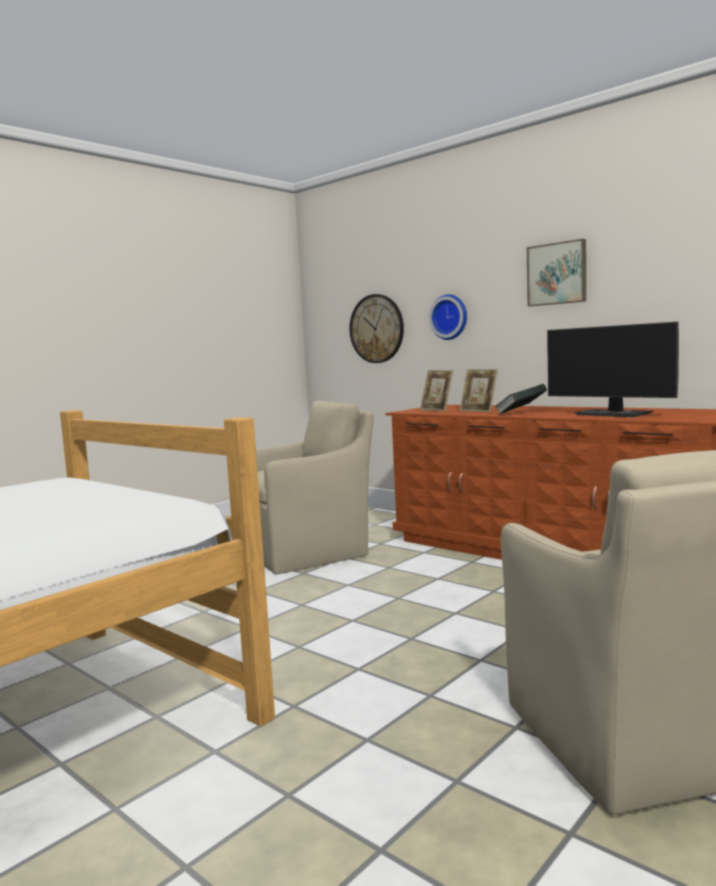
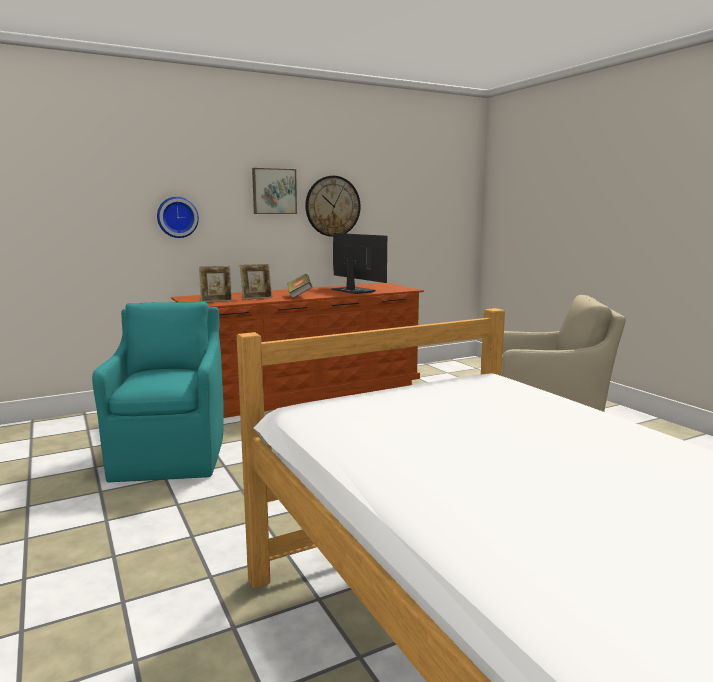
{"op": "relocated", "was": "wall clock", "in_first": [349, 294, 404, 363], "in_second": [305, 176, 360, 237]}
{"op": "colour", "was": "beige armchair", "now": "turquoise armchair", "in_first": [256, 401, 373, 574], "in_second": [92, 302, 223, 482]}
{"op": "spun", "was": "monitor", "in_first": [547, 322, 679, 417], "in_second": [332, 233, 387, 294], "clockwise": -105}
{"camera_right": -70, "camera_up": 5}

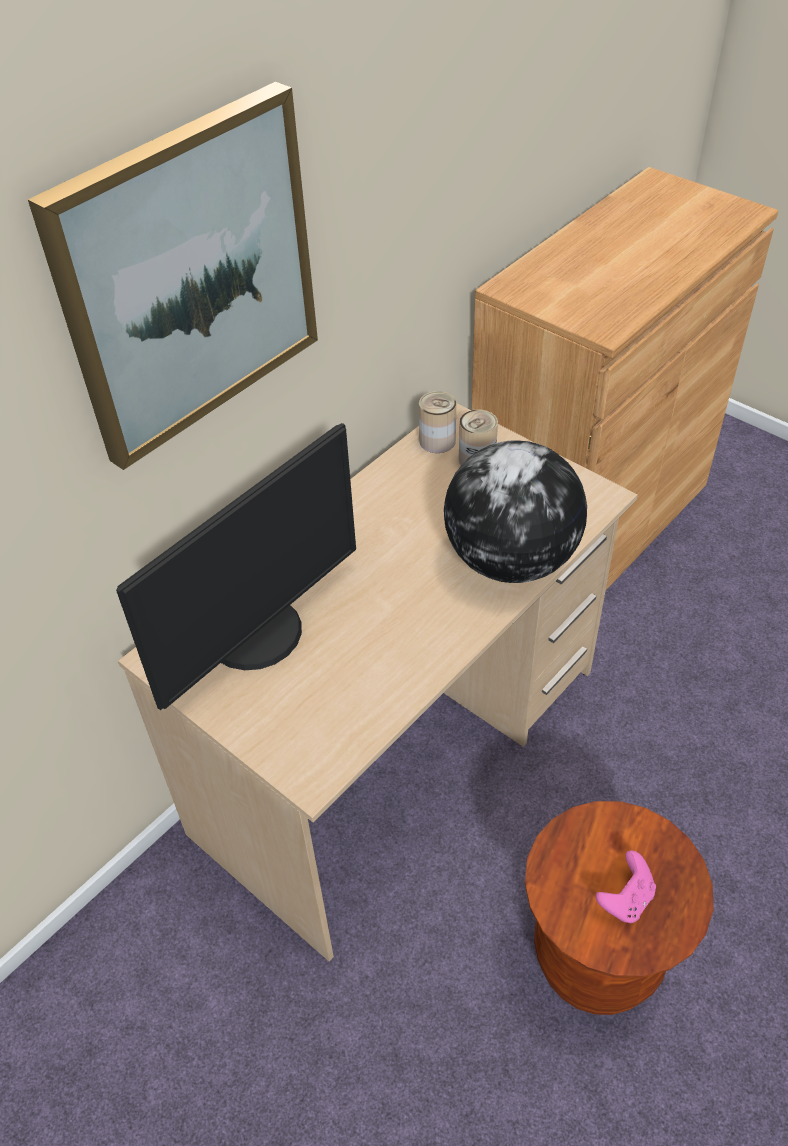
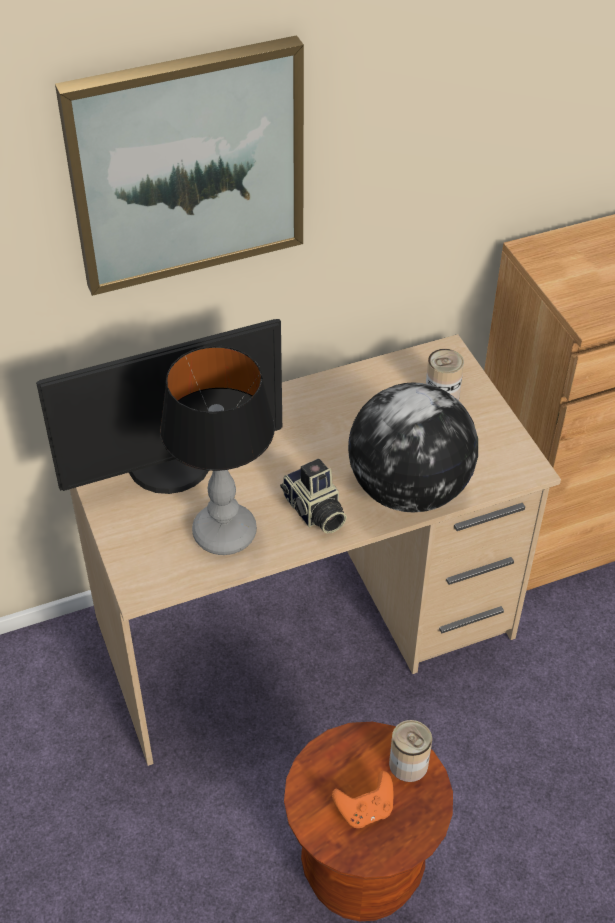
{"op": "appeared", "now": "table lamp", "in_second": [160, 346, 275, 555]}
{"op": "appeared", "now": "photo camera", "in_second": [280, 459, 347, 534]}
{"op": "relocated", "was": "can", "in_first": [419, 391, 456, 453], "in_second": [389, 720, 432, 782]}
{"op": "colour", "was": "pink game controller", "now": "orange game controller", "in_first": [596, 850, 656, 923], "in_second": [332, 771, 394, 828]}
{"camera_right": 25, "camera_up": 0}

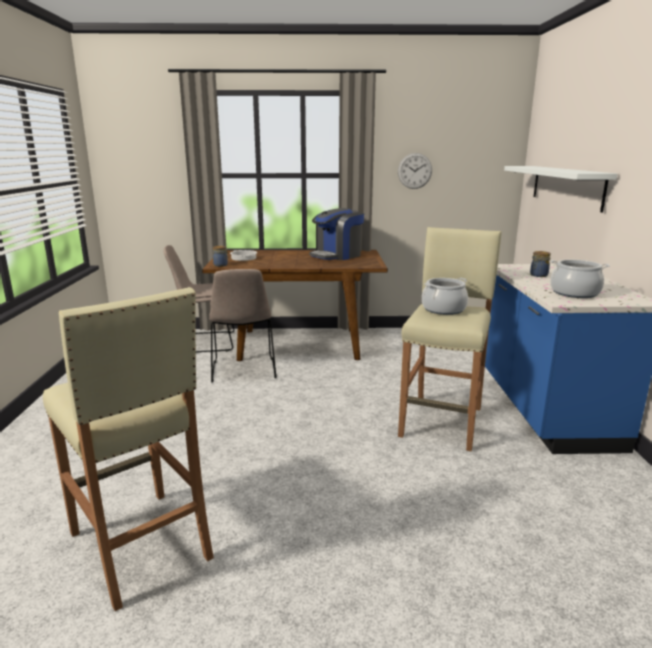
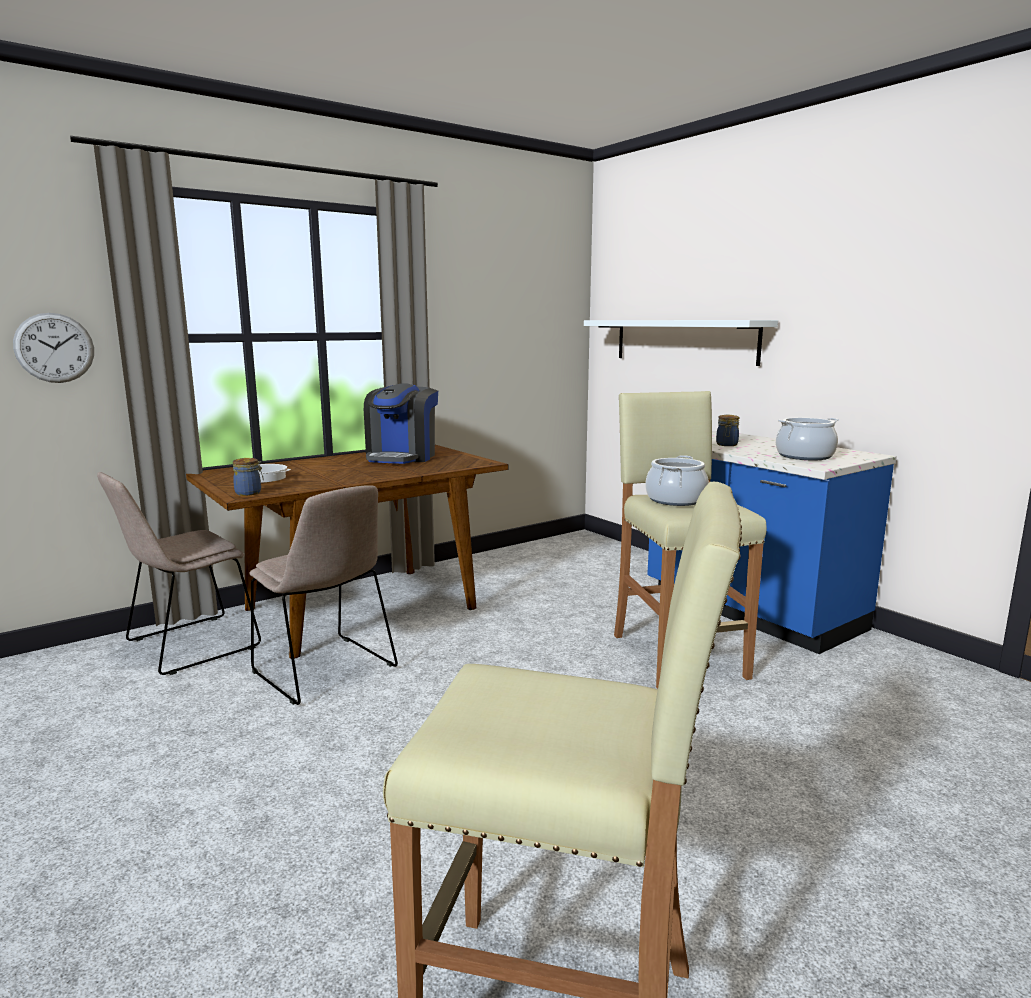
{"op": "relocated", "was": "wall clock", "in_first": [398, 153, 432, 189], "in_second": [13, 313, 94, 383]}
{"camera_right": -35, "camera_up": -5}

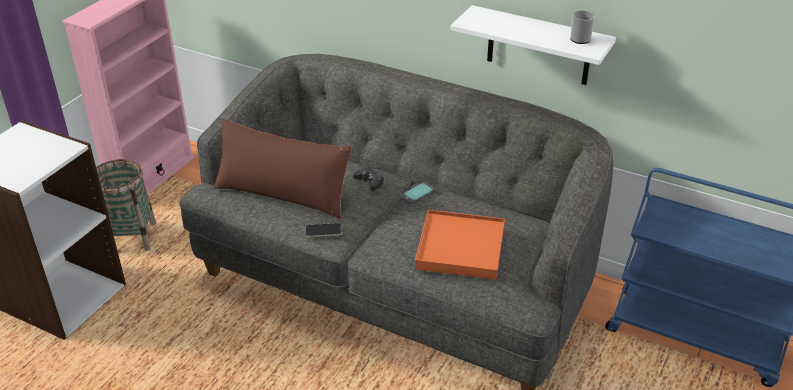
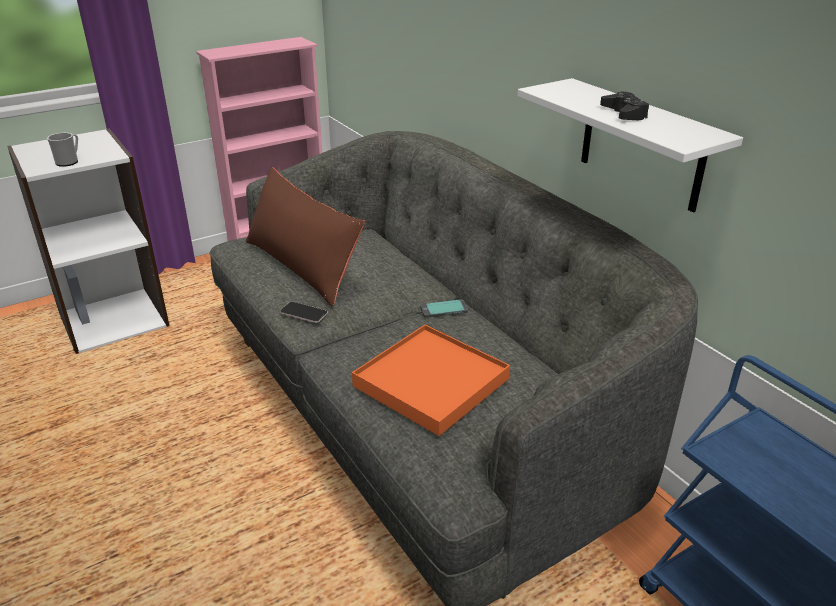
{"op": "missing", "was": "basket", "in_first": [96, 159, 156, 251]}
{"op": "relocated", "was": "black game controller", "in_first": [353, 167, 384, 191], "in_second": [600, 91, 649, 120]}
{"op": "relocated", "was": "mug", "in_first": [570, 10, 595, 44], "in_second": [47, 133, 78, 167]}
{"camera_right": 30, "camera_up": -5}

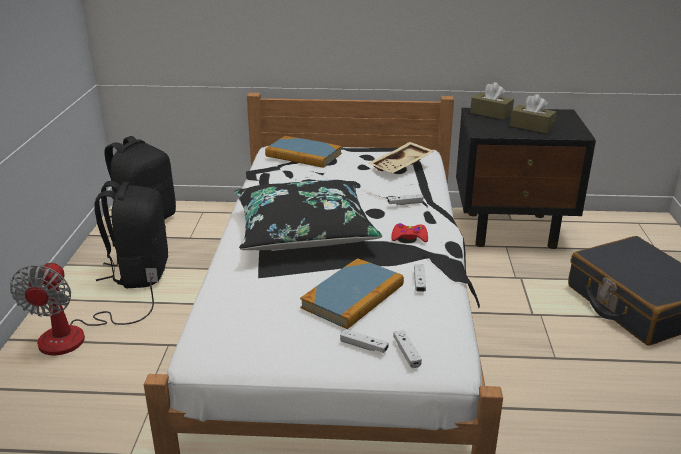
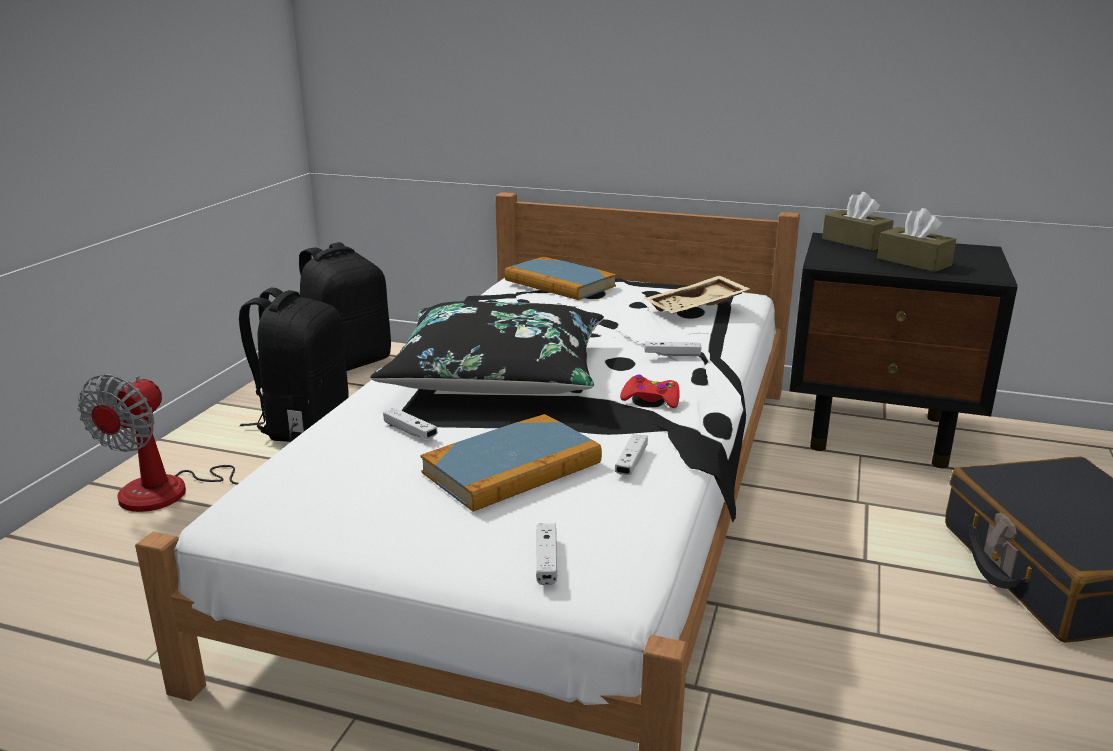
{"op": "relocated", "was": "white game controller", "in_first": [340, 329, 389, 353], "in_second": [383, 408, 438, 439]}
{"camera_right": 15, "camera_up": -5}

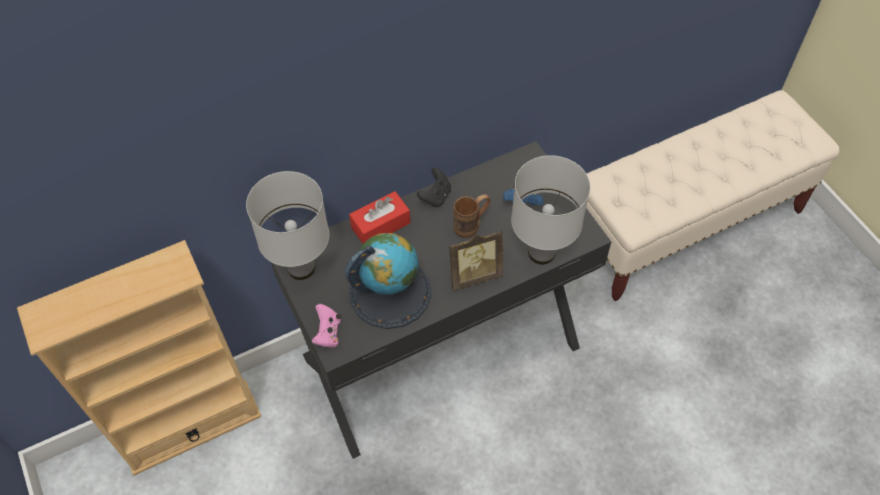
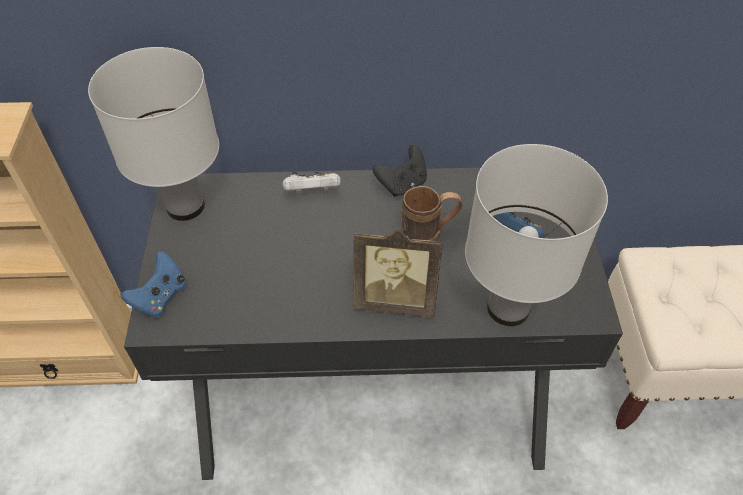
{"op": "missing", "was": "globe", "in_first": [345, 233, 432, 329]}
{"op": "exchanged", "was": "red tissue box", "now": "white game controller", "in_first": [349, 191, 410, 244], "in_second": [283, 172, 341, 194]}
{"op": "colour", "was": "pink game controller", "now": "blue game controller", "in_first": [312, 304, 341, 347], "in_second": [120, 251, 186, 318]}
{"camera_right": 25, "camera_up": -5}

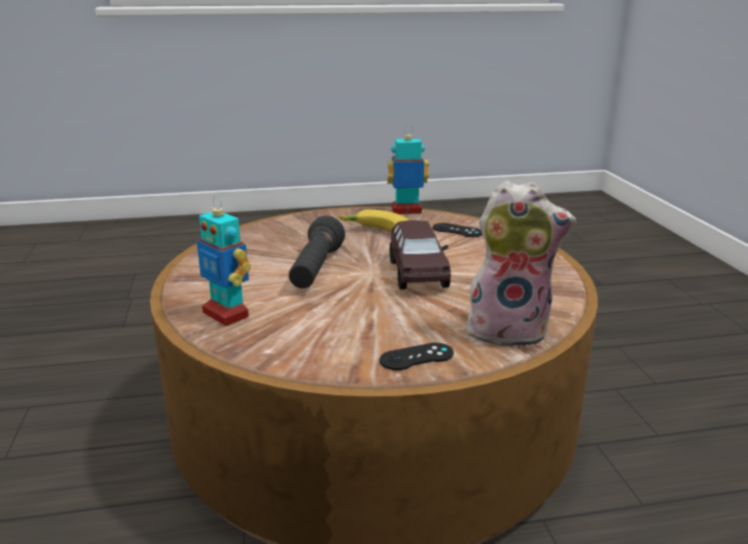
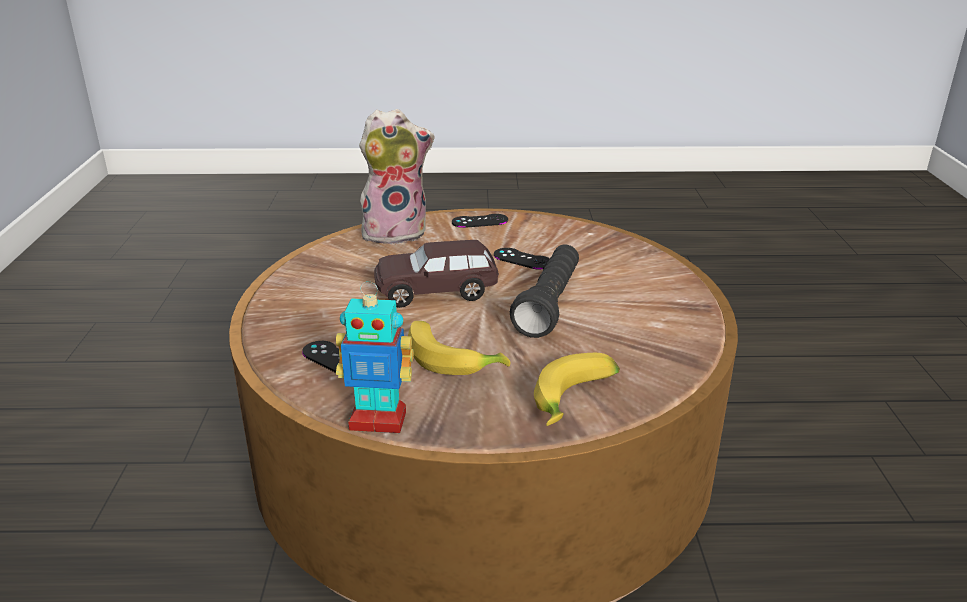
{"op": "missing", "was": "toy robot", "in_first": [197, 196, 251, 326]}
{"op": "appeared", "now": "black game controller", "in_second": [494, 248, 550, 270]}
{"op": "appeared", "now": "banana", "in_second": [534, 353, 620, 426]}
{"op": "spun", "was": "brown toy car", "in_first": [390, 220, 451, 290], "in_second": [374, 240, 499, 308], "clockwise": -105}
{"op": "spun", "was": "plush toy", "in_first": [465, 180, 576, 347], "in_second": [359, 109, 435, 244], "clockwise": 150}
{"camera_right": -170, "camera_up": 5}

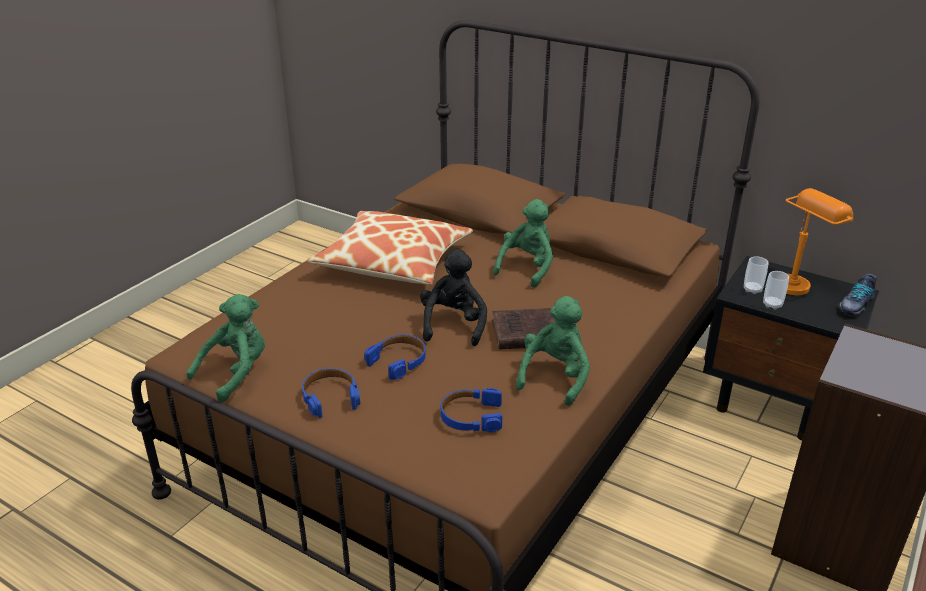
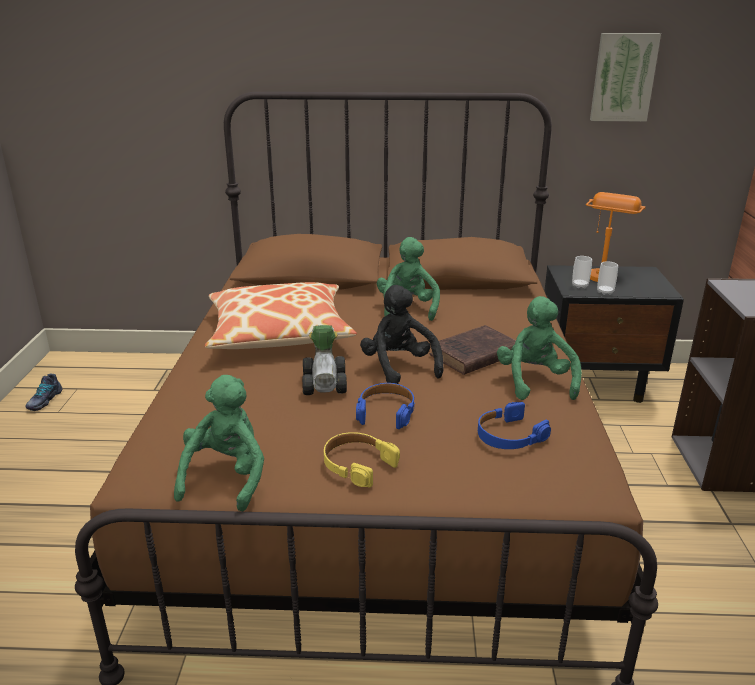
{"op": "appeared", "now": "toy car", "in_second": [302, 325, 347, 395]}
{"op": "appeared", "now": "picture", "in_second": [590, 33, 661, 121]}
{"op": "relocated", "was": "shoe", "in_first": [838, 274, 877, 317], "in_second": [26, 374, 62, 411]}
{"op": "colour", "was": "blue headphones", "now": "yellow headphones", "in_first": [302, 368, 360, 418], "in_second": [324, 432, 400, 488]}
{"camera_right": -30, "camera_up": -5}

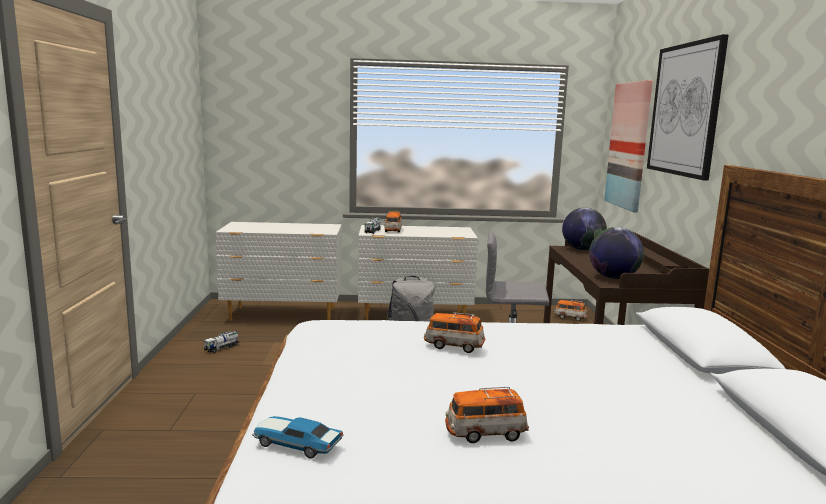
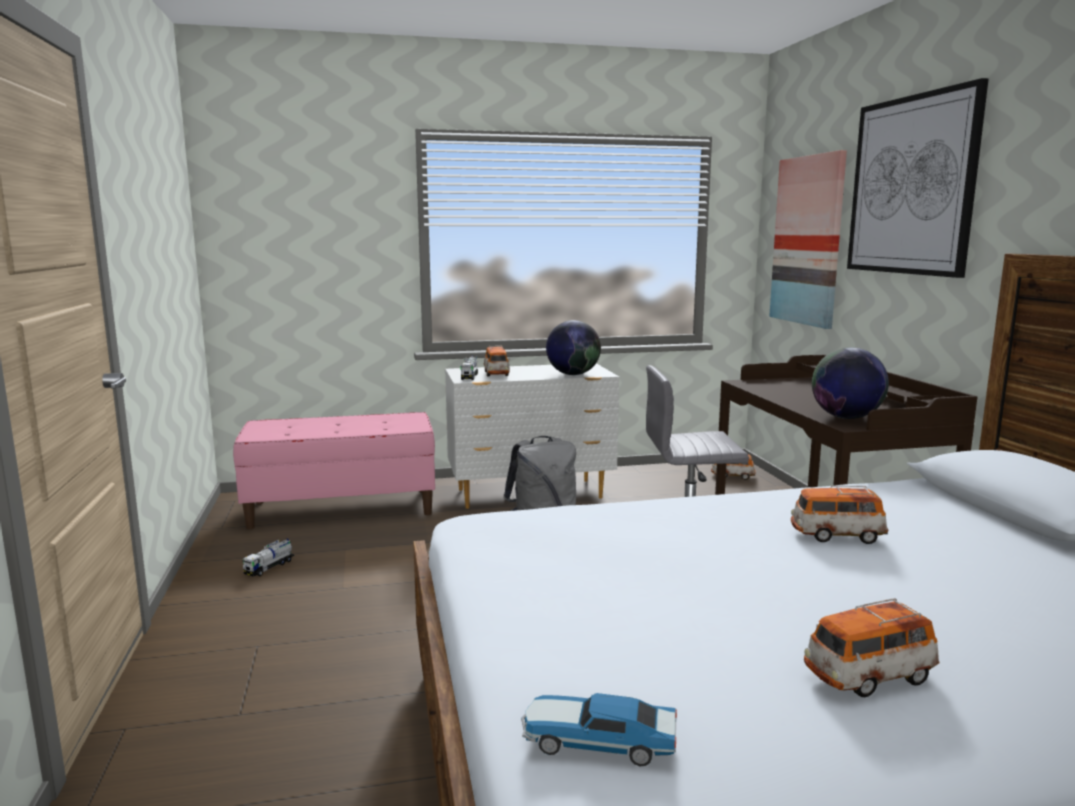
{"op": "relocated", "was": "toy car", "in_first": [424, 312, 485, 353], "in_second": [791, 486, 888, 544]}
{"op": "relocated", "was": "globe", "in_first": [562, 208, 607, 250], "in_second": [546, 320, 601, 375]}
{"op": "exchanged", "was": "white dresser", "now": "pink bench", "in_first": [216, 222, 342, 321], "in_second": [233, 412, 435, 529]}
{"camera_right": -10, "camera_up": 0}

